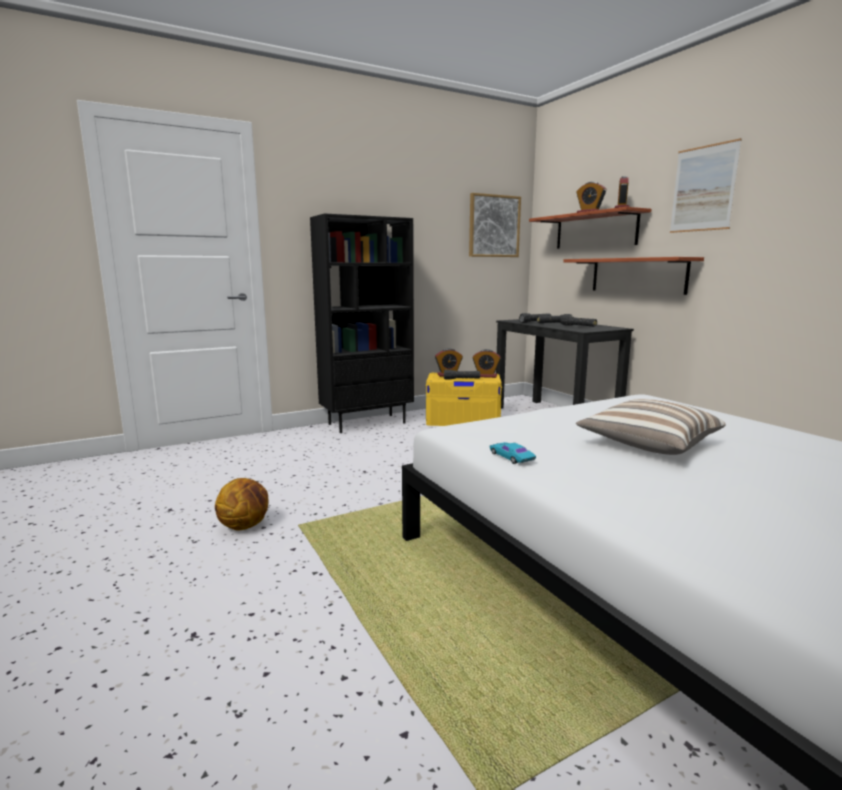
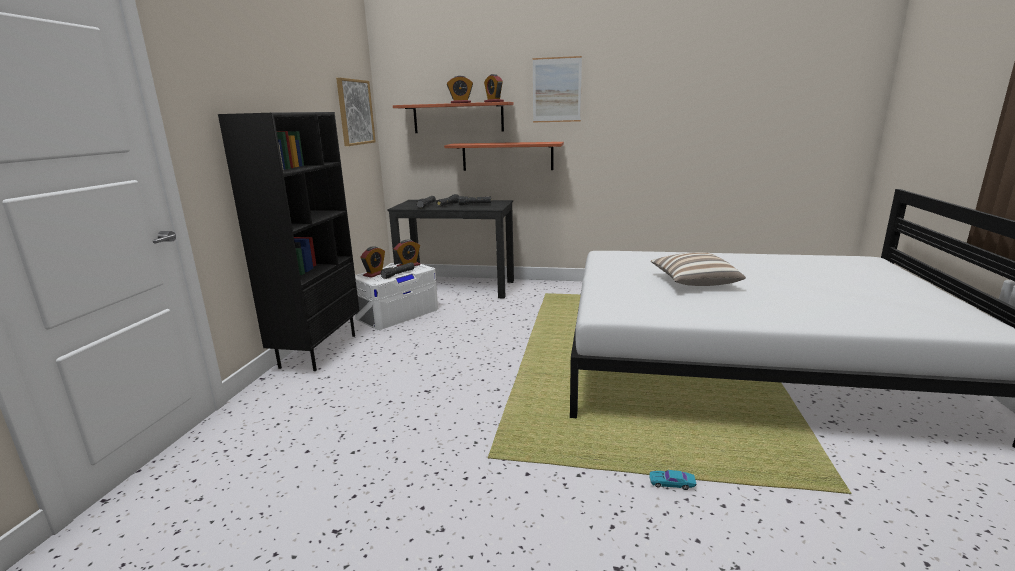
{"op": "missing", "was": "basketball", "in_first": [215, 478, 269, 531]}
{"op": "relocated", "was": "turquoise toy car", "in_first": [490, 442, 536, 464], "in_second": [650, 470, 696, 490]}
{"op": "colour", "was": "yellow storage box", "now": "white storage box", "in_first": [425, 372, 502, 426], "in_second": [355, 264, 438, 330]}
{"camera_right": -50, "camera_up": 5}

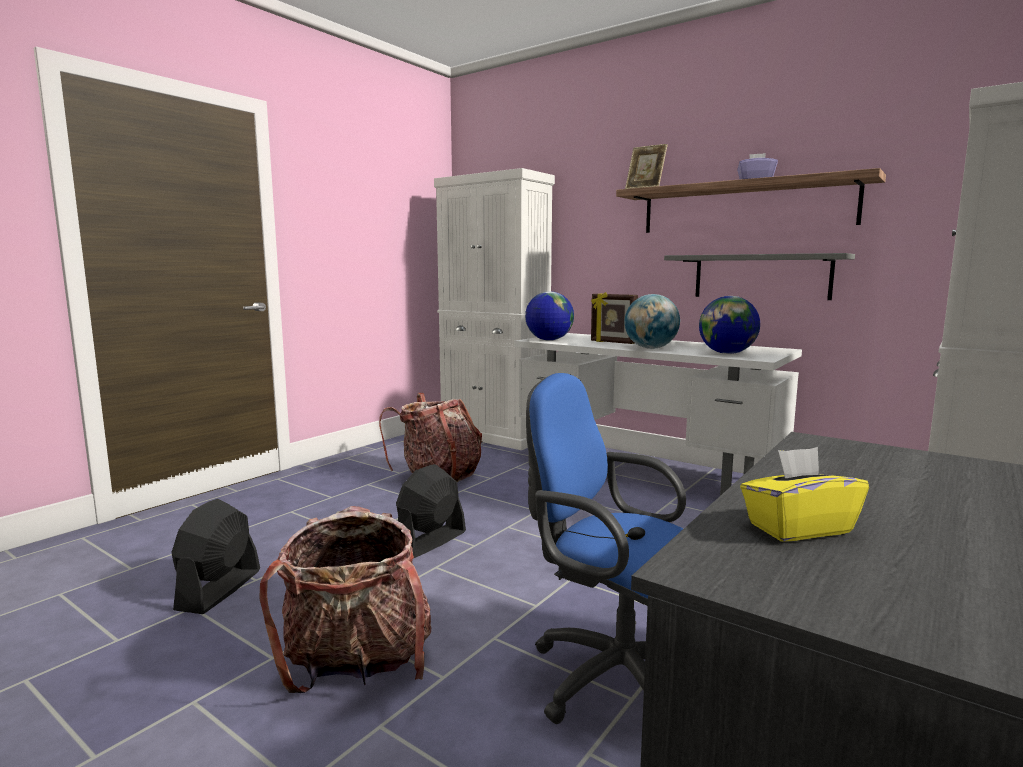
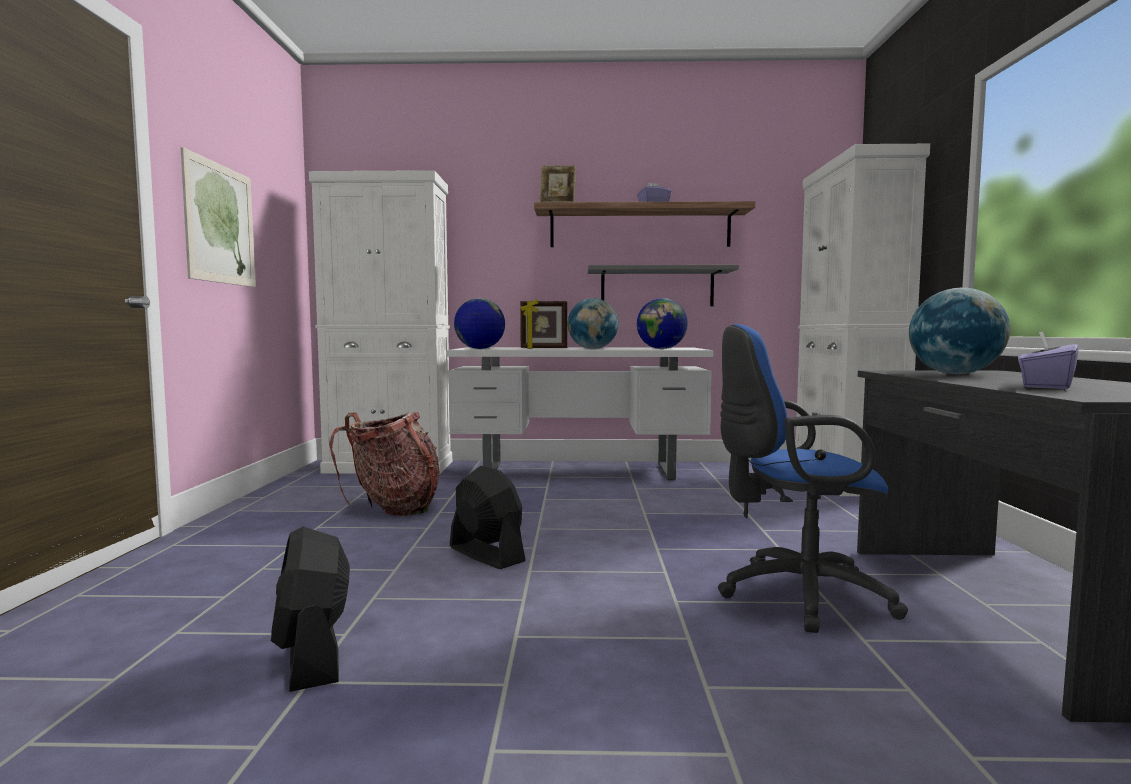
{"op": "missing", "was": "backpack", "in_first": [259, 506, 431, 693]}
{"op": "appeared", "now": "picture", "in_second": [181, 147, 256, 287]}
{"op": "appeared", "now": "globe", "in_second": [909, 288, 1010, 374]}
{"op": "colour", "was": "yellow tissue box", "now": "purple tissue box", "in_first": [740, 447, 869, 542], "in_second": [1018, 331, 1079, 389]}
{"op": "spun", "was": "black fan", "in_first": [396, 464, 466, 558], "in_second": [450, 466, 526, 569], "clockwise": 135}
{"camera_right": -35, "camera_up": -5}

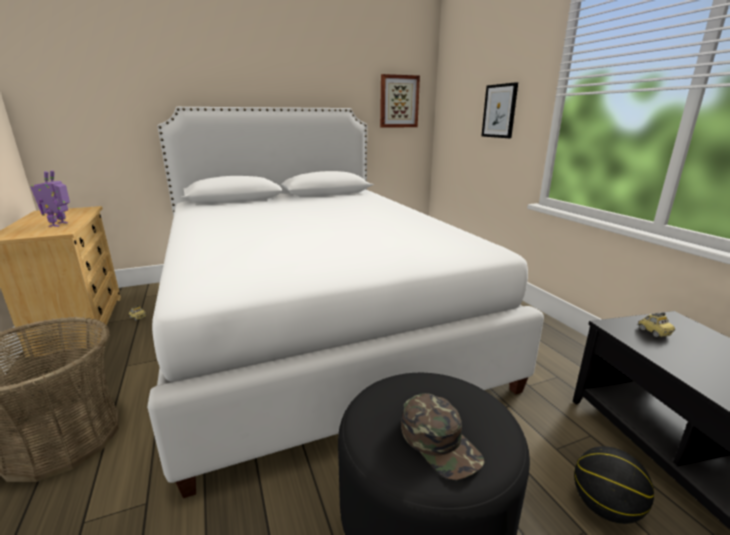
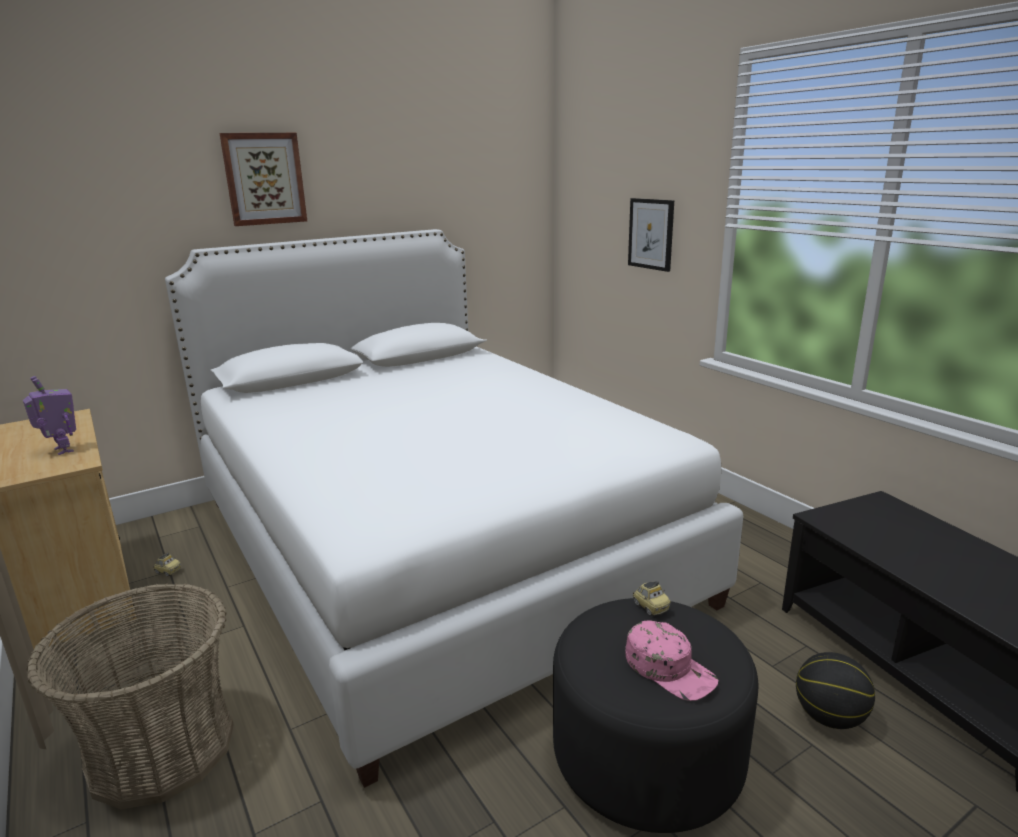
{"op": "relocated", "was": "picture", "in_first": [380, 74, 420, 128], "in_second": [219, 133, 307, 226]}
{"op": "relocated", "was": "toy car", "in_first": [638, 312, 675, 337], "in_second": [633, 581, 671, 616]}
{"op": "colour", "was": "green cap", "now": "pink cap", "in_first": [401, 393, 484, 480], "in_second": [625, 620, 718, 701]}
{"op": "spun", "was": "toy robot", "in_first": [30, 170, 70, 227], "in_second": [23, 376, 76, 455], "clockwise": 150}
{"camera_right": -10, "camera_up": 0}

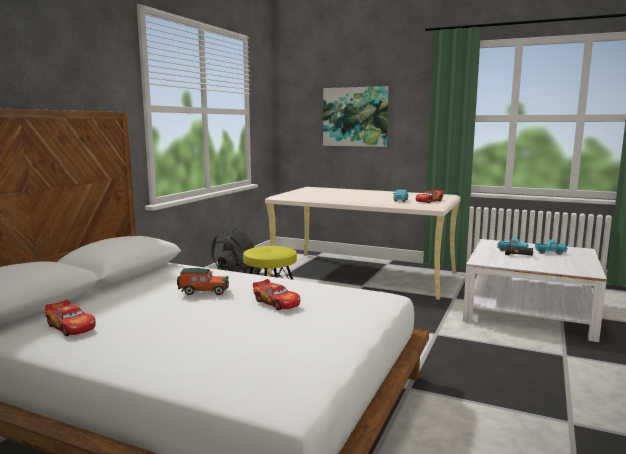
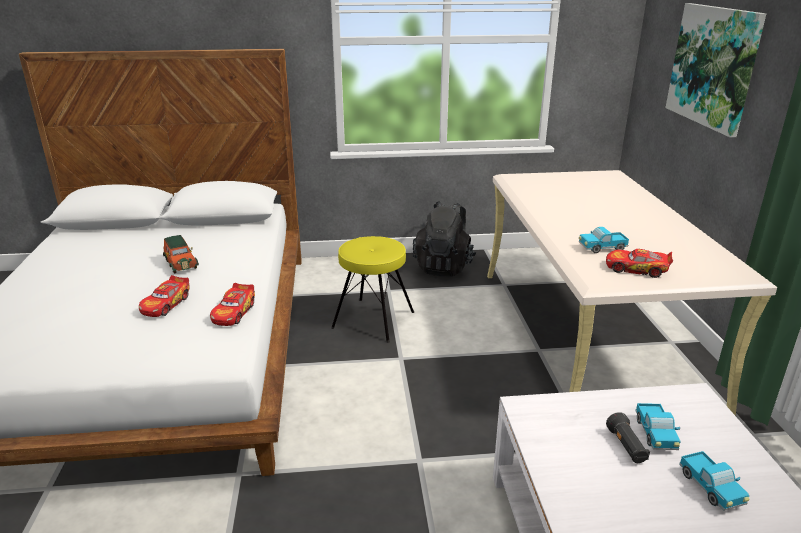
{"op": "relocated", "was": "toy car", "in_first": [45, 300, 96, 336], "in_second": [210, 283, 255, 326]}
{"camera_right": 60, "camera_up": 15}

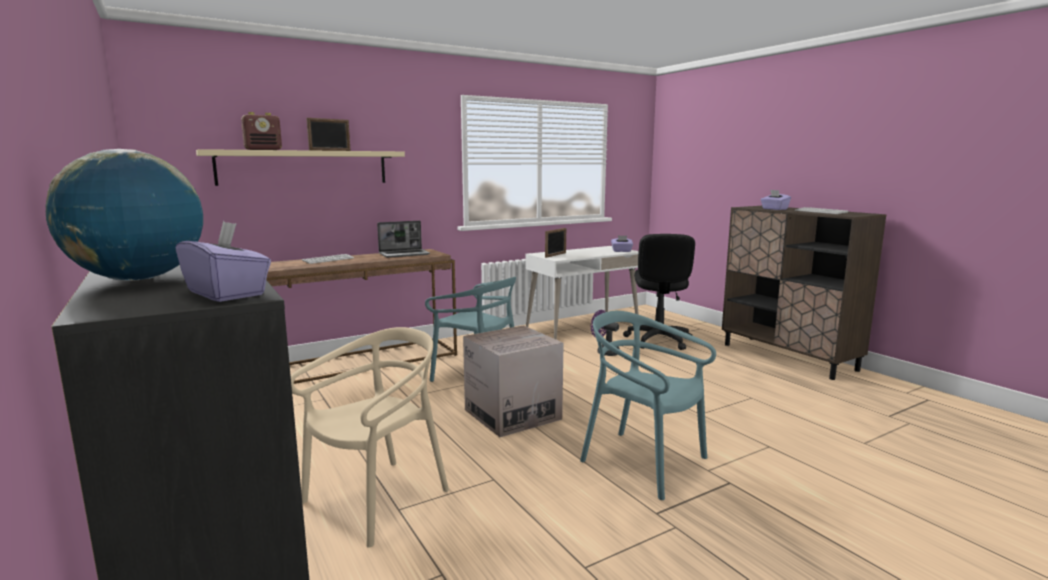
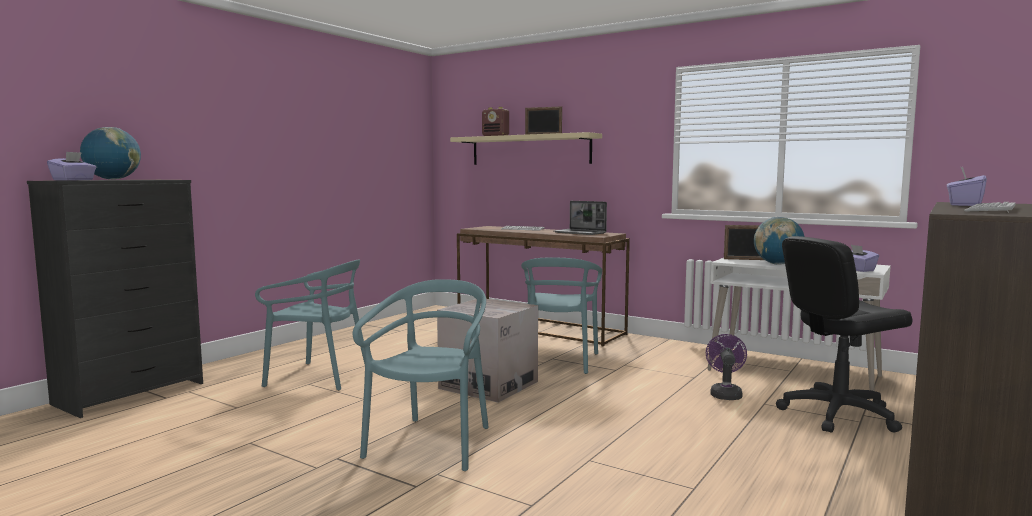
{"op": "appeared", "now": "globe", "in_second": [754, 217, 805, 265]}
{"op": "colour", "was": "beige chair", "now": "turquoise chair", "in_first": [291, 327, 449, 548], "in_second": [255, 259, 365, 390]}
{"camera_right": 65, "camera_up": -5}

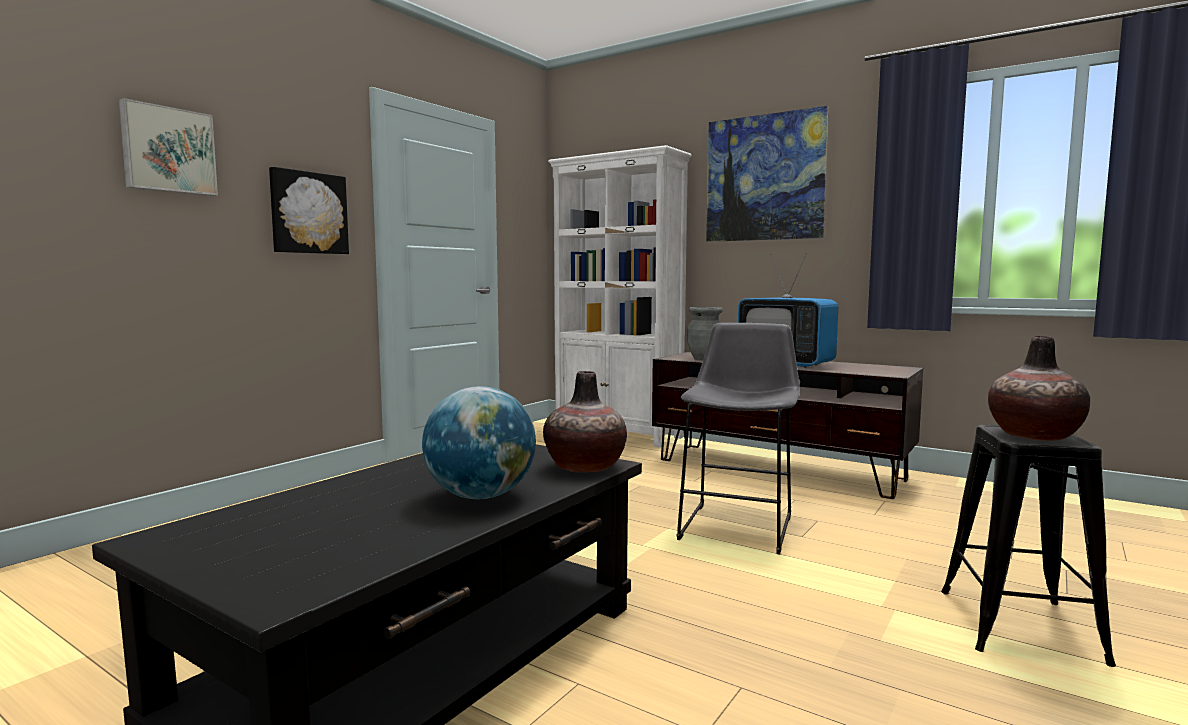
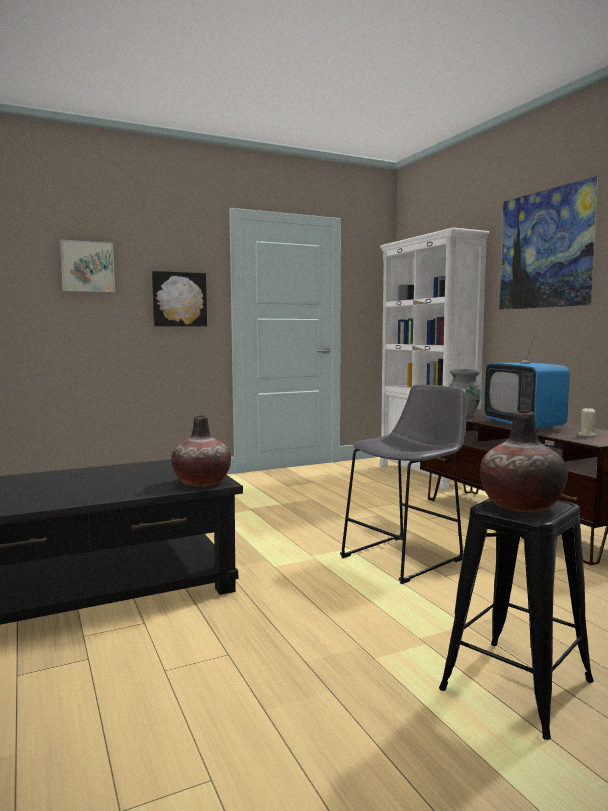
{"op": "missing", "was": "globe", "in_first": [422, 386, 536, 500]}
{"op": "appeared", "now": "beige candle", "in_second": [578, 407, 596, 437]}
{"camera_right": 30, "camera_up": 0}

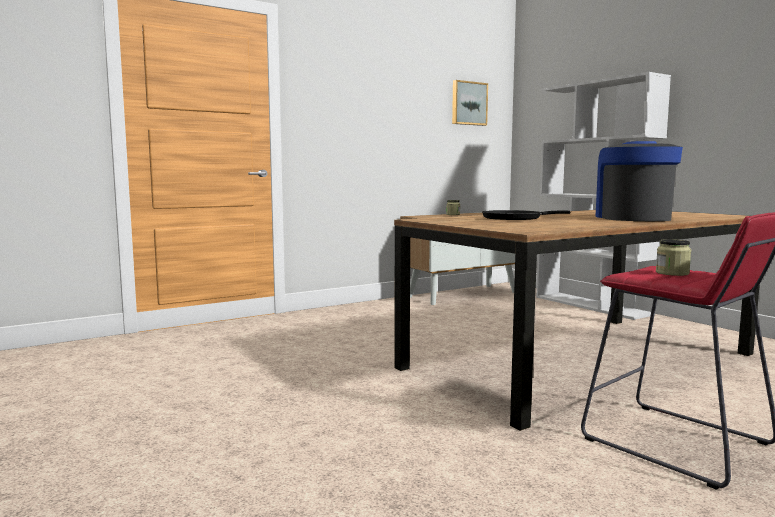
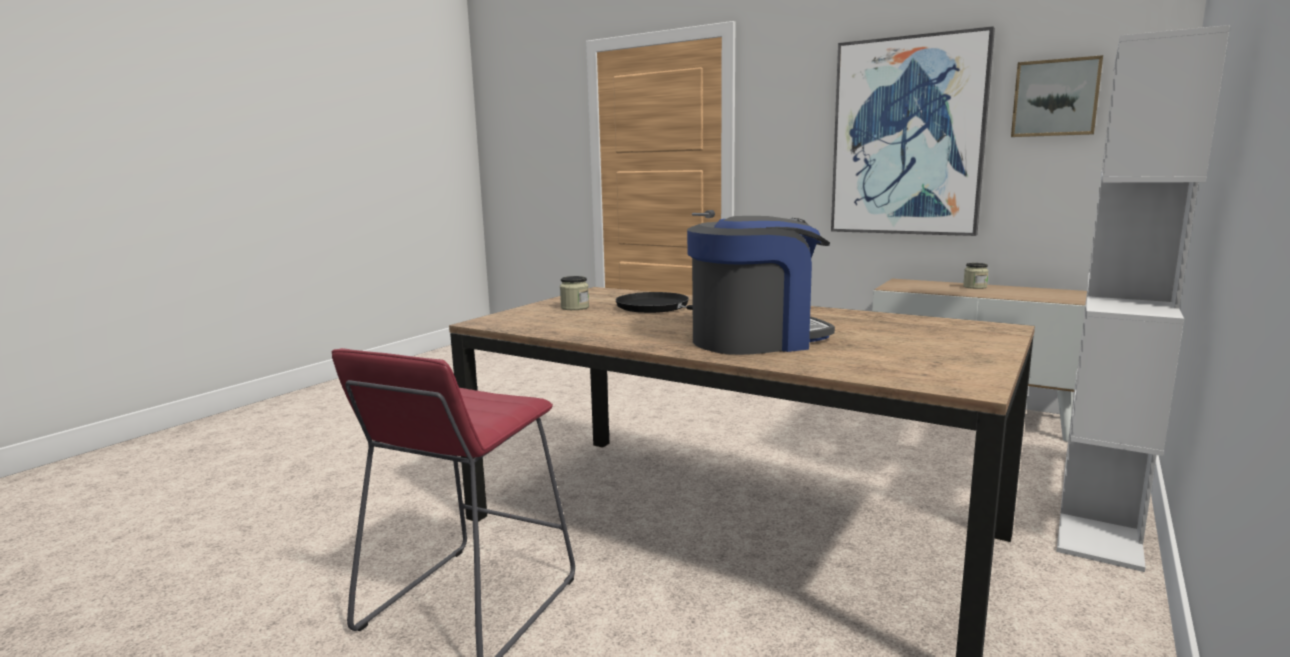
{"op": "appeared", "now": "picture", "in_second": [831, 26, 995, 236]}
{"op": "relocated", "was": "jar", "in_first": [656, 239, 691, 276], "in_second": [560, 276, 589, 310]}
{"camera_right": 65, "camera_up": 5}

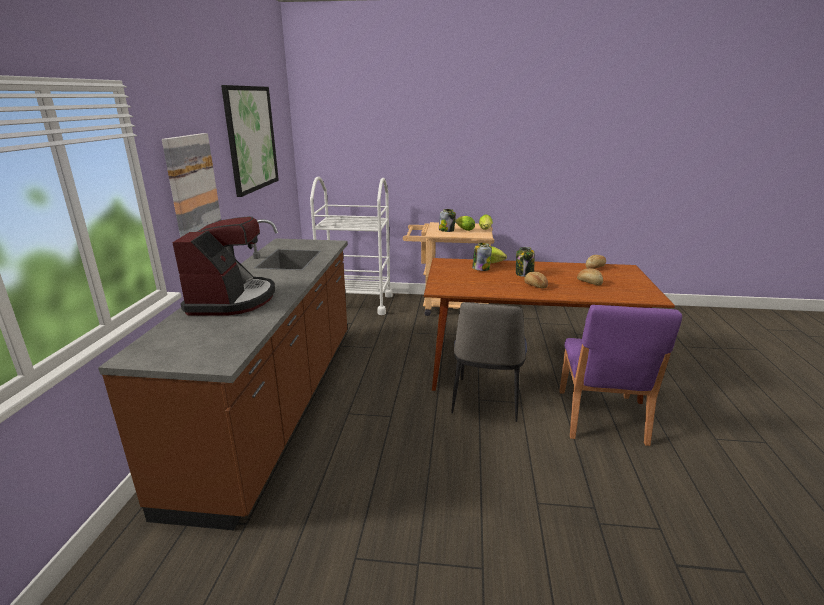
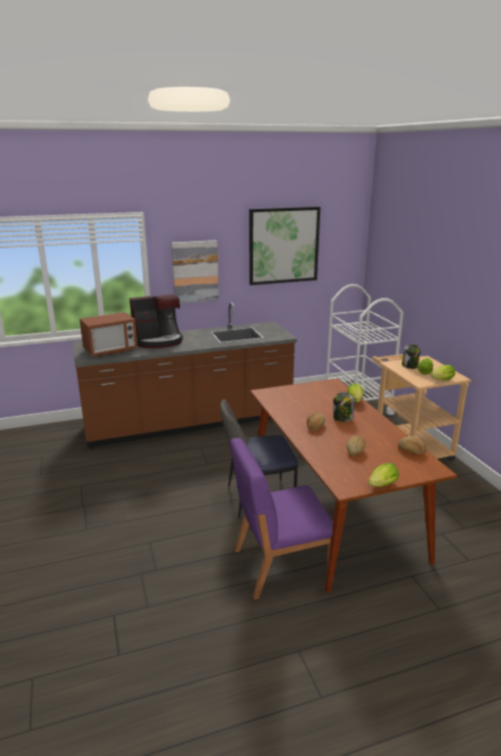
{"op": "missing", "was": "jar", "in_first": [472, 243, 492, 271]}
{"op": "appeared", "now": "microwave", "in_second": [80, 312, 138, 357]}
{"op": "appeared", "now": "lettuce", "in_second": [368, 463, 399, 487]}
{"camera_right": 65, "camera_up": 0}

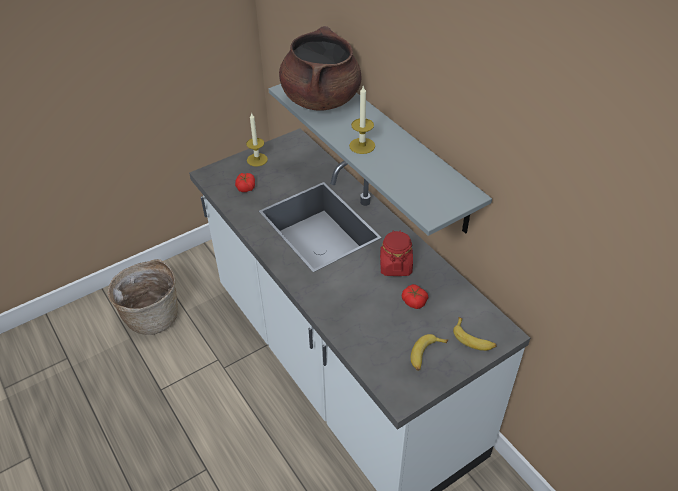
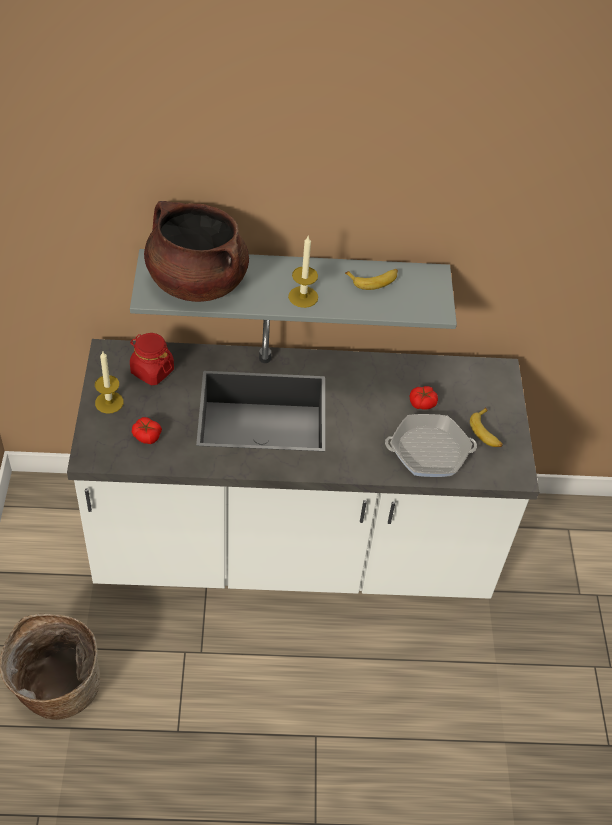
{"op": "appeared", "now": "frying pan", "in_second": [385, 414, 477, 477]}
{"op": "relocated", "was": "red jar", "in_first": [380, 230, 413, 276], "in_second": [130, 333, 174, 385]}
{"op": "relocated", "was": "banana", "in_first": [453, 317, 497, 351], "in_second": [345, 269, 398, 290]}
{"camera_right": -60, "camera_up": 5}

